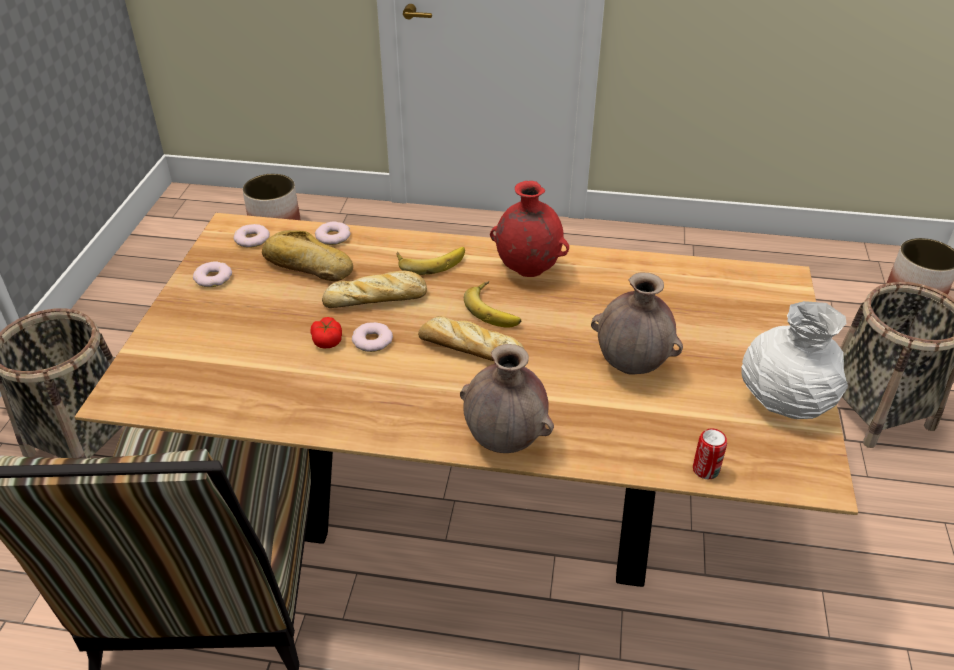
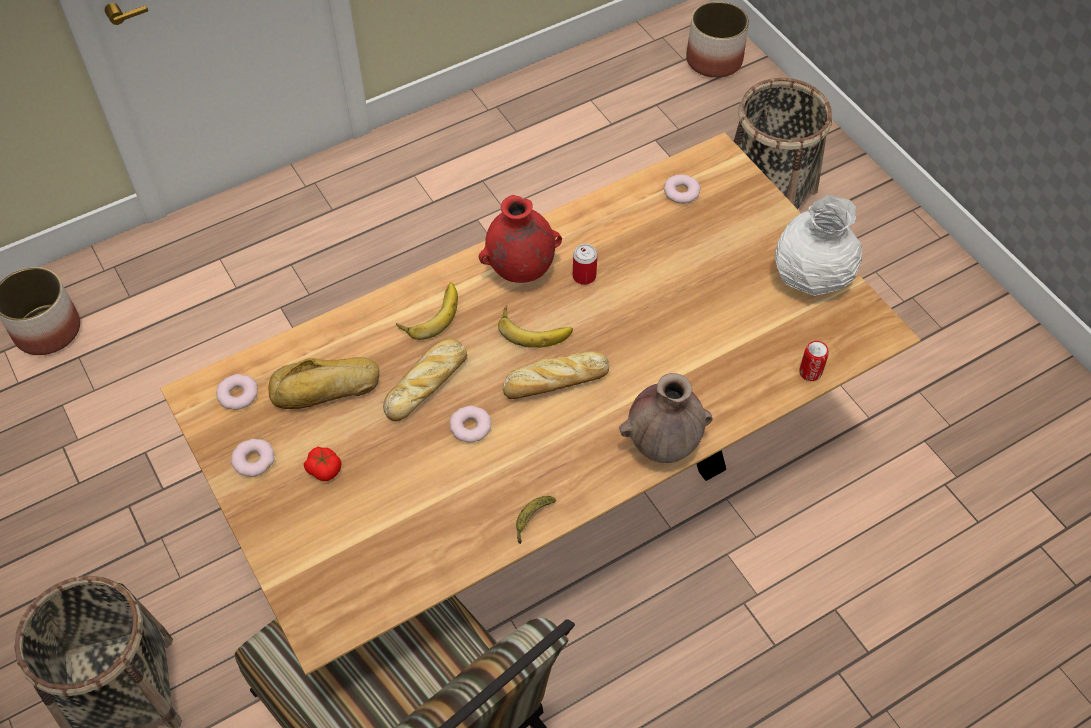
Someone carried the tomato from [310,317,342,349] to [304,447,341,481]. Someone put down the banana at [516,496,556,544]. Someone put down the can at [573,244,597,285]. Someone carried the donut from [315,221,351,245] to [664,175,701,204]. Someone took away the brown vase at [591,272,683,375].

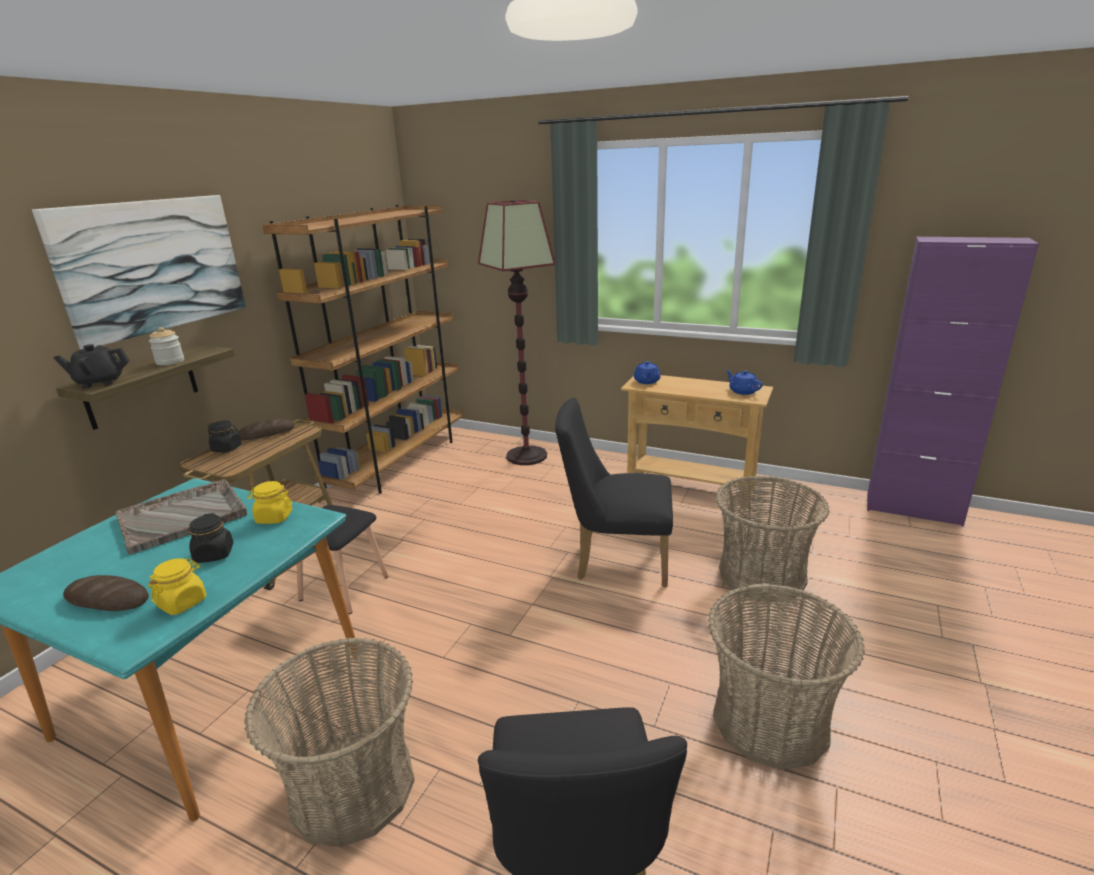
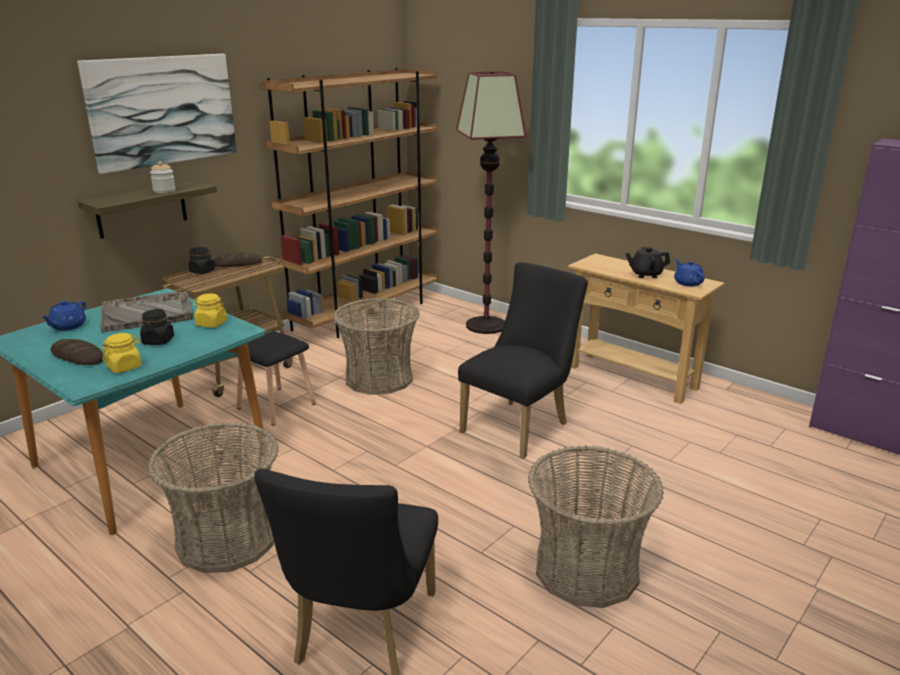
Someone carried the blue teapot from [634,361,661,384] to [41,301,86,331]. Someone carried the basket from [715,475,830,602] to [333,298,420,395]. Someone rotated the black chair at [555,398,673,587] by 105 degrees clockwise. Someone carried the black teapot from [53,344,130,388] to [625,247,670,278].

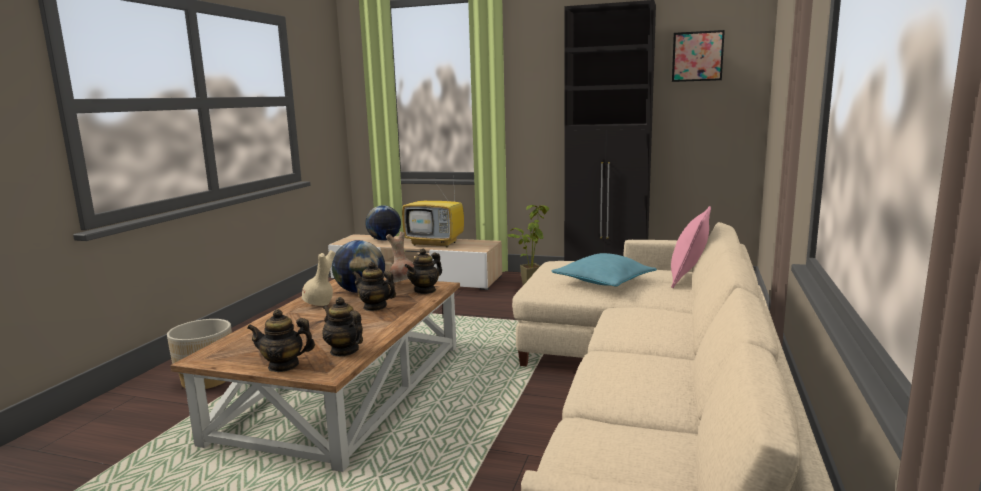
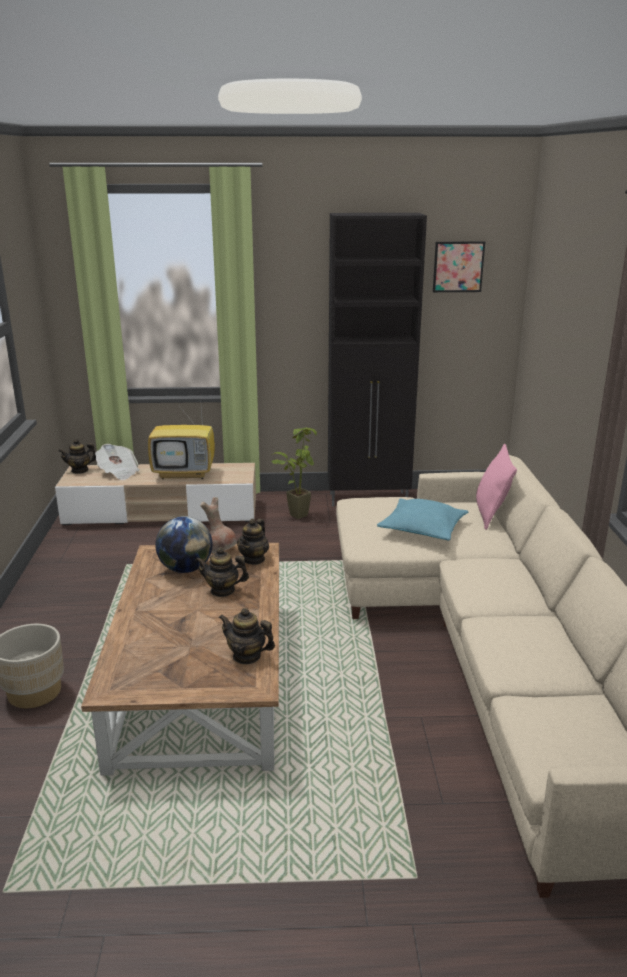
Someone carried the teapot from [247,309,315,372] to [58,439,96,474]. Someone swapped the globe at [365,205,401,241] for the newspaper at [95,444,140,480]. Someone took away the beige vase at [302,250,336,306].

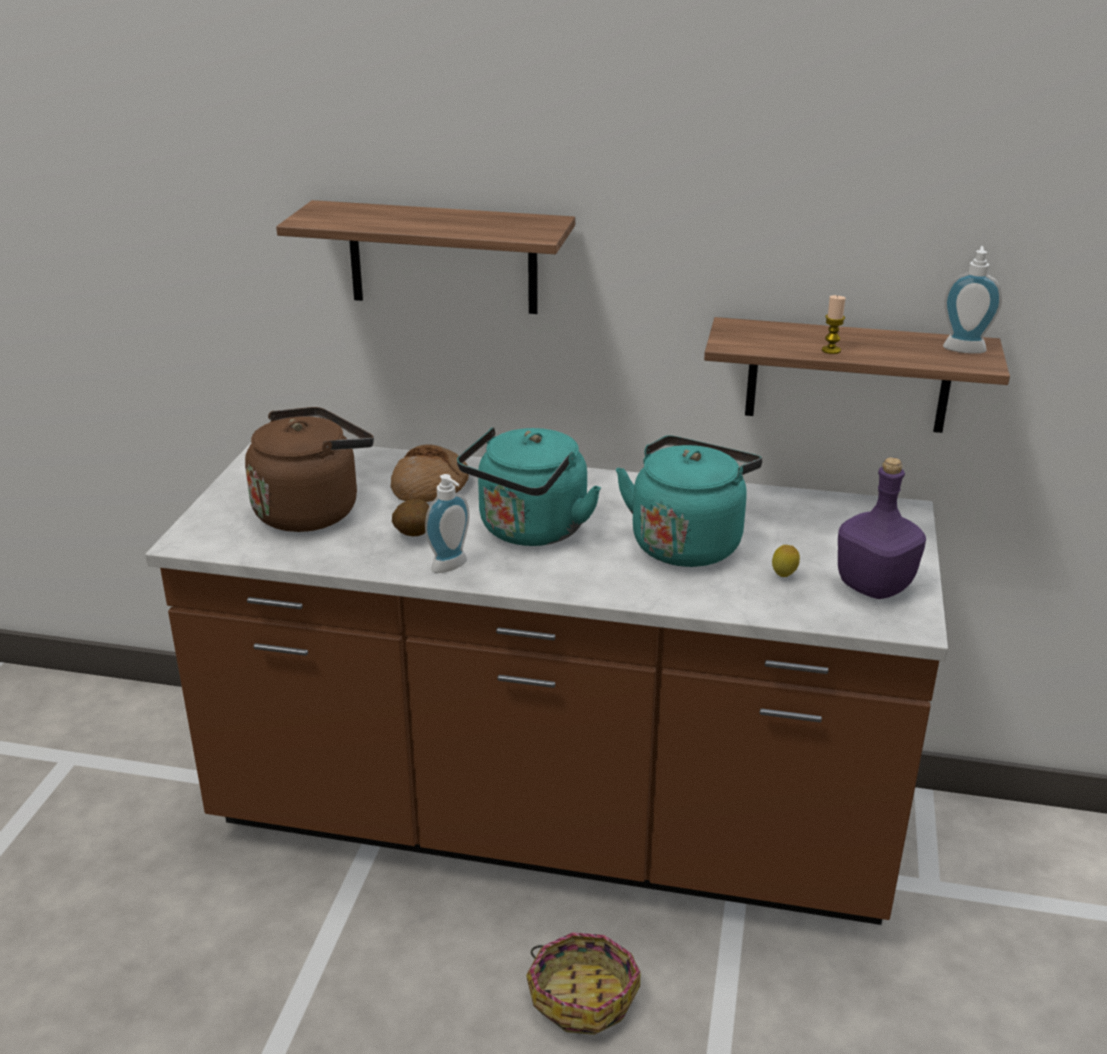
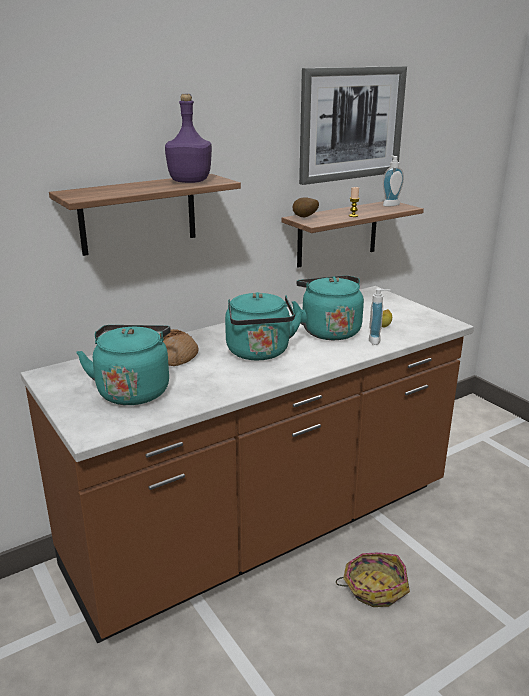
Someone repainted the brown kettle at [245,407,374,532], which became the turquoise kettle at [77,325,171,405]. Someone carried the purple bottle from [838,457,926,599] to [165,94,212,183]. Someone carried the potato from [392,499,429,536] to [292,197,319,217]. Someone put up the picture at [299,66,407,185]. Someone carried the soap dispenser from [425,474,470,573] to [369,288,390,345].

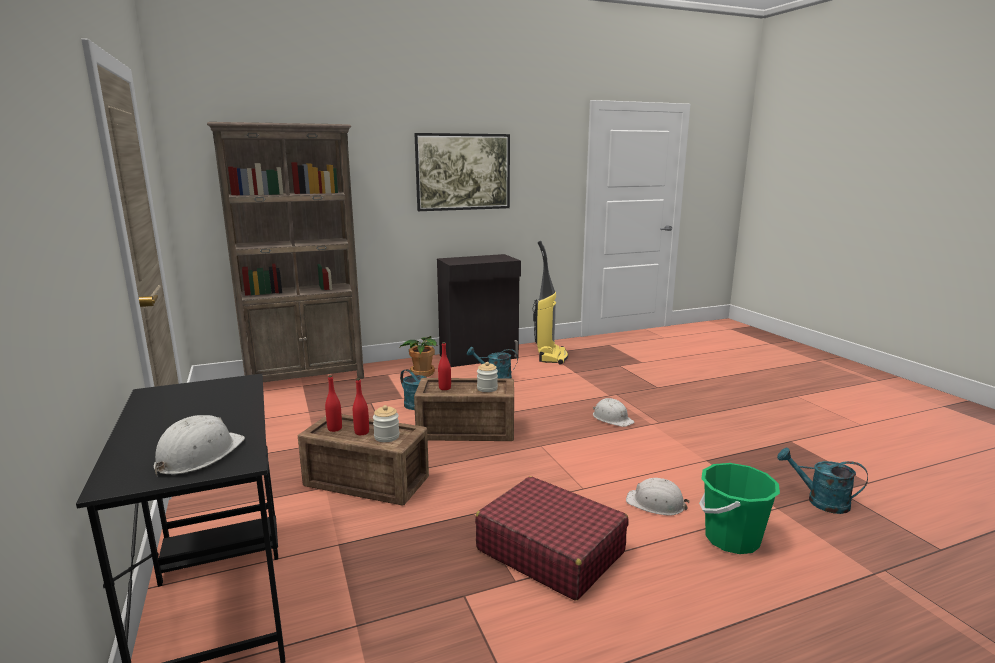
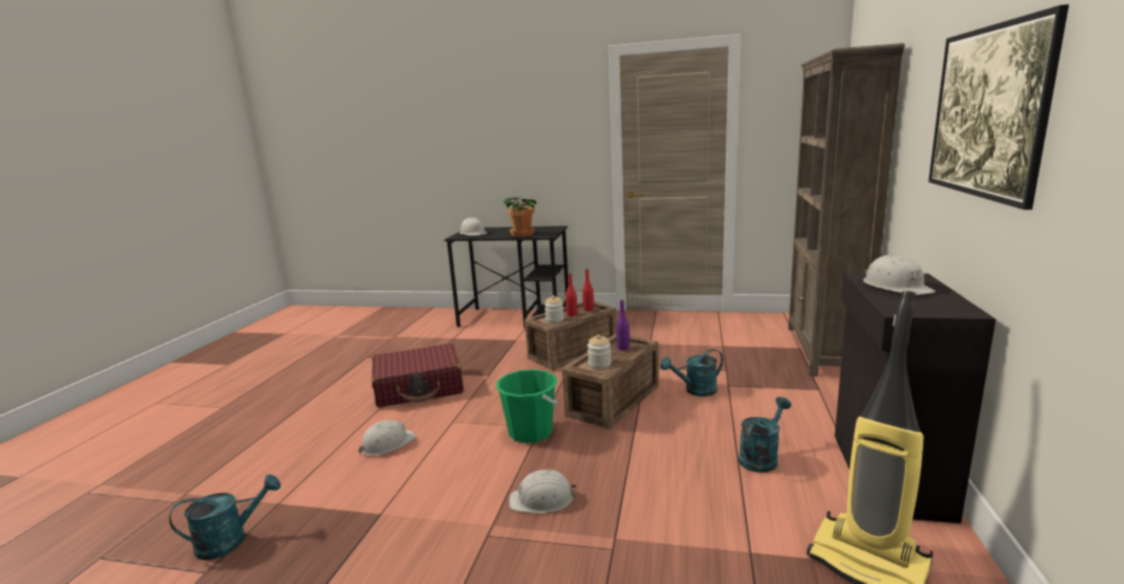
Someone carried the green bucket from [699,463,780,554] to [496,369,559,443]. Someone carried the potted plant from [400,336,437,377] to [503,196,536,237]. Someone repainted the red bottle at [438,342,451,390], which became the purple bottle at [616,300,630,350]. Someone put down the white hard hat at [863,254,936,295].

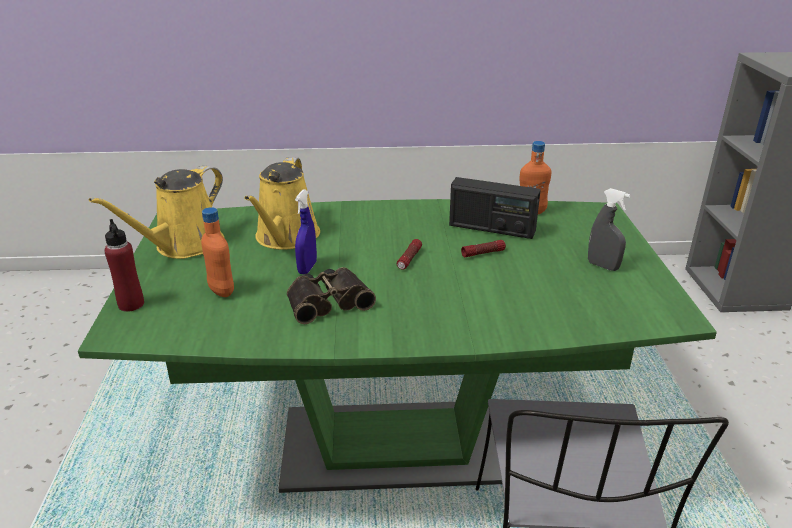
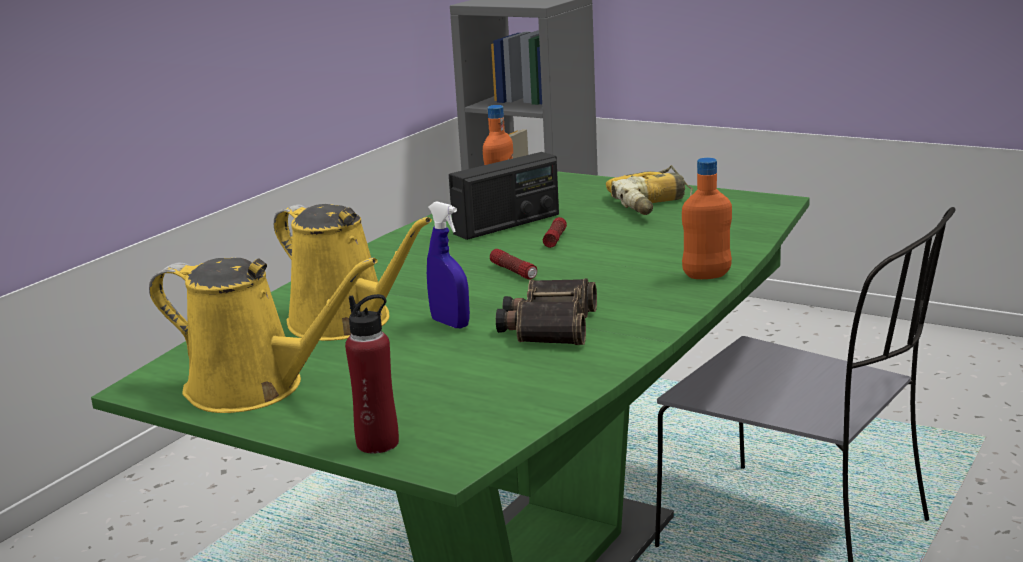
Someone rotated the yellow watering can at [89,166,224,259] by 45 degrees counterclockwise. Someone swapped the grey spray bottle at [588,188,631,271] for the power drill at [606,165,693,215]. Someone carried the orange bottle from [201,207,234,297] to [682,158,732,279].

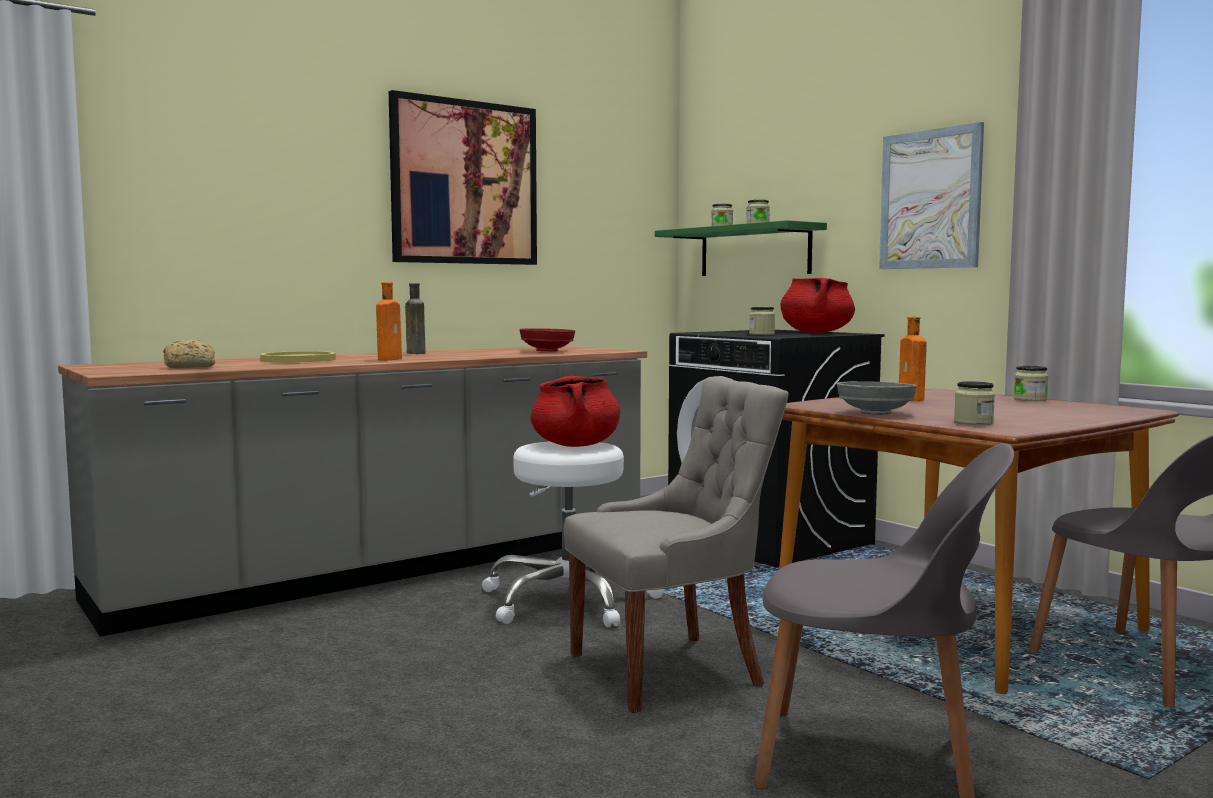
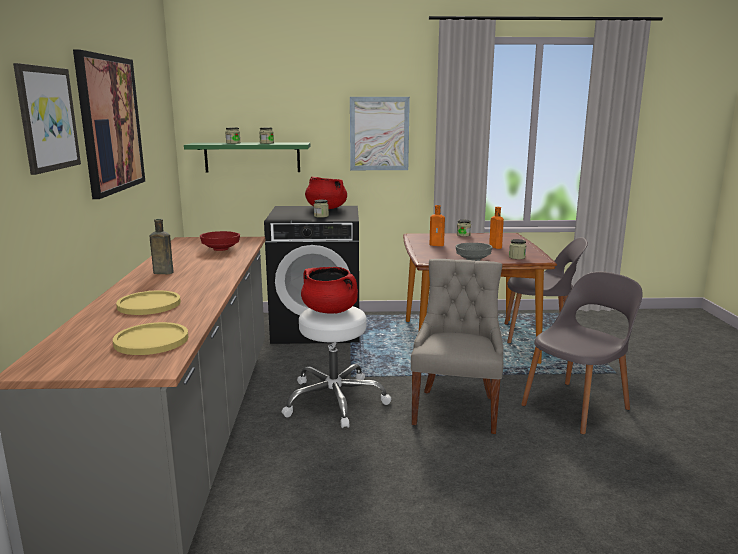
Someone put up the picture at [13,63,81,175]. Someone swapped the bread at [163,339,215,369] for the yellow plate at [113,322,188,355]. Someone carried the orange bottle from [376,282,402,360] to [489,207,504,249].

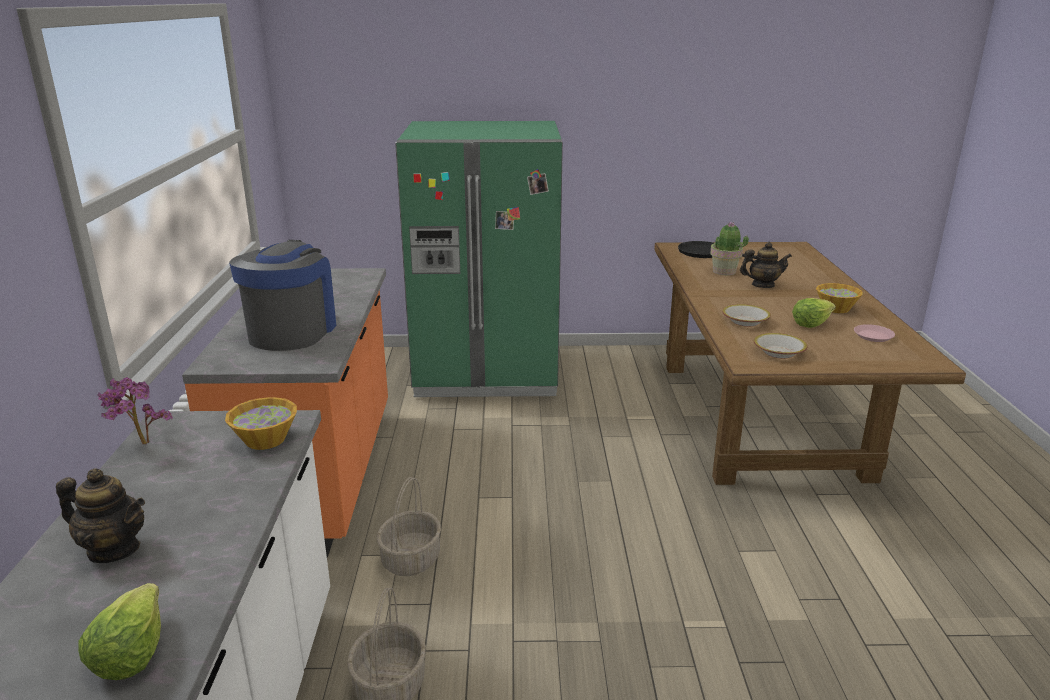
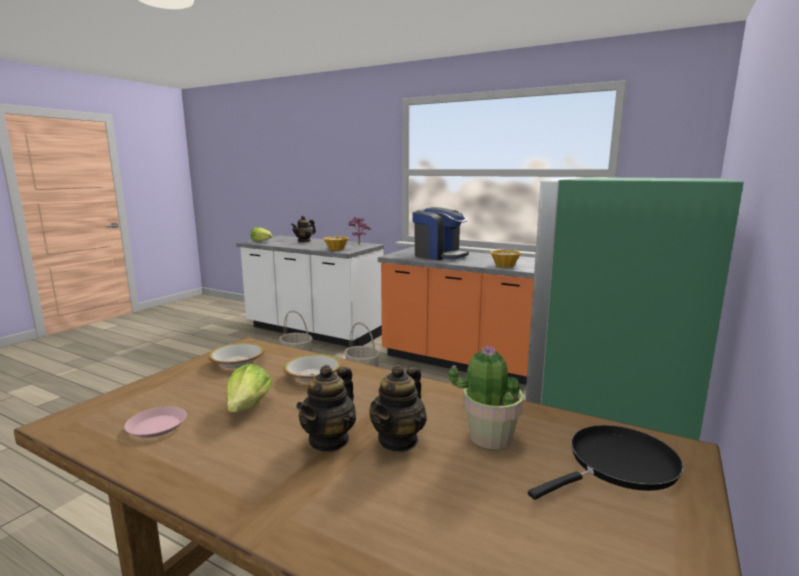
Someone put down the teapot at [296,365,356,452]. Someone carried the bowl from [816,283,863,313] to [490,250,521,268].

